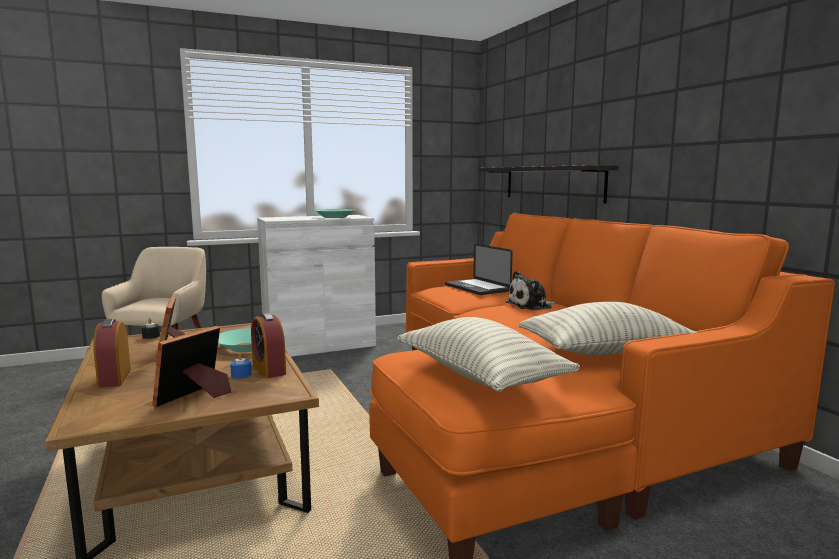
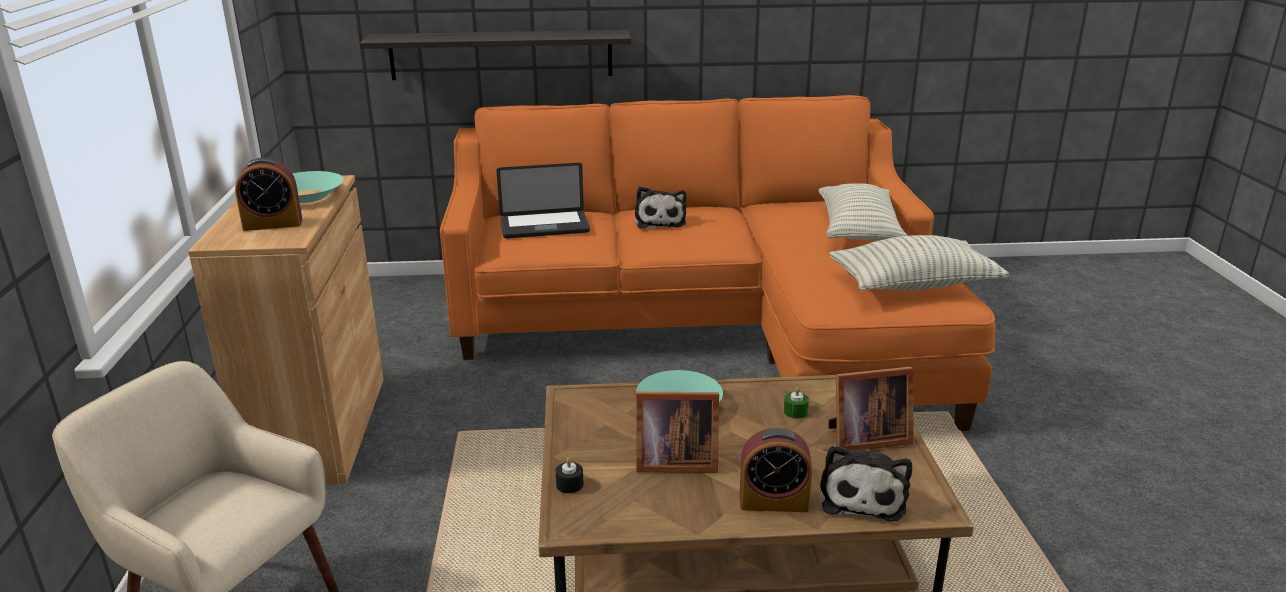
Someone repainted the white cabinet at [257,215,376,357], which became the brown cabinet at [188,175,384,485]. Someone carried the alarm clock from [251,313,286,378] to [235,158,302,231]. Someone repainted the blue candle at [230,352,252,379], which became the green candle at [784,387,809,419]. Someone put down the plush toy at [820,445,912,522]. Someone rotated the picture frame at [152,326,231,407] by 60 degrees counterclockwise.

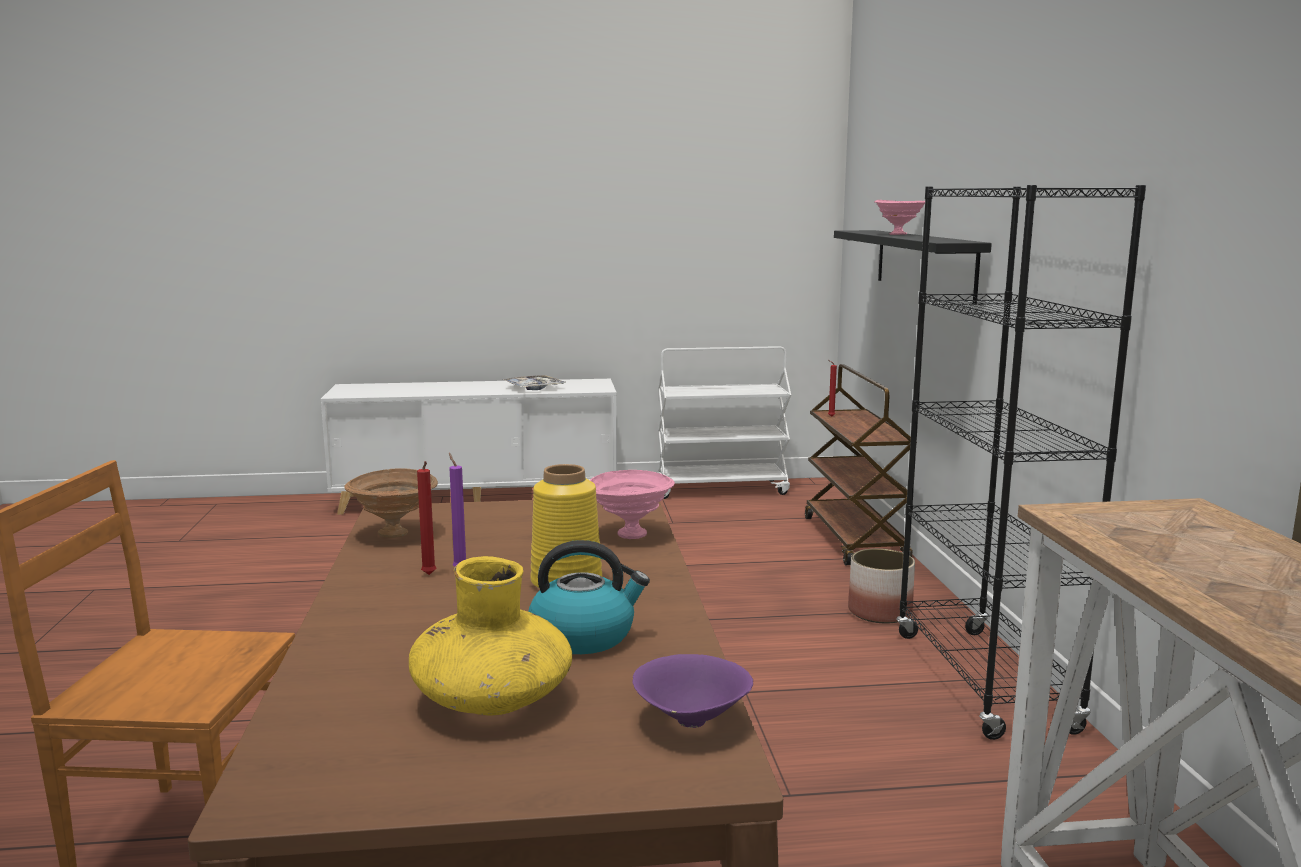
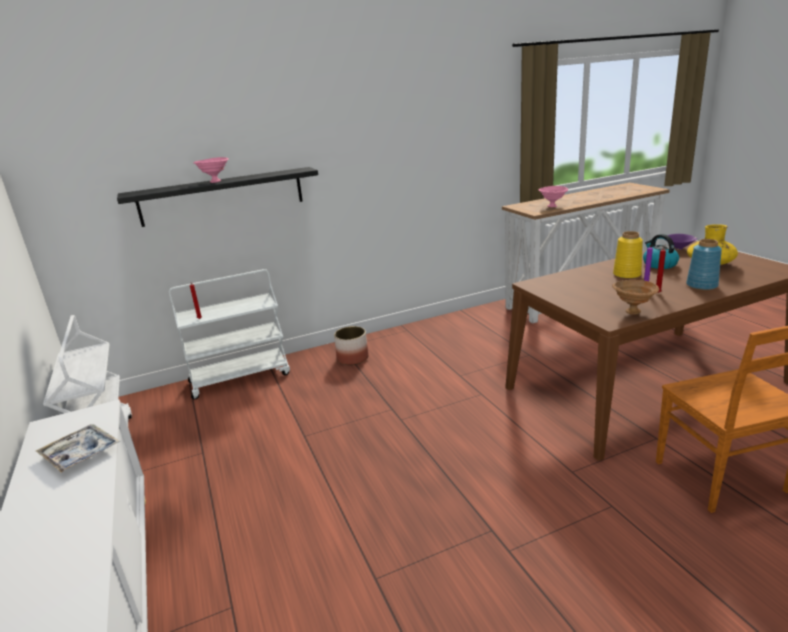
Someone repainted the brown cart at [805,364,914,565], which became the white cart at [169,269,290,399]. Someone carried the pink bowl from [590,470,675,539] to [539,186,568,207]. Someone put down the blue vase at [686,239,722,290]. Someone took away the black bookcase at [896,185,1146,740].

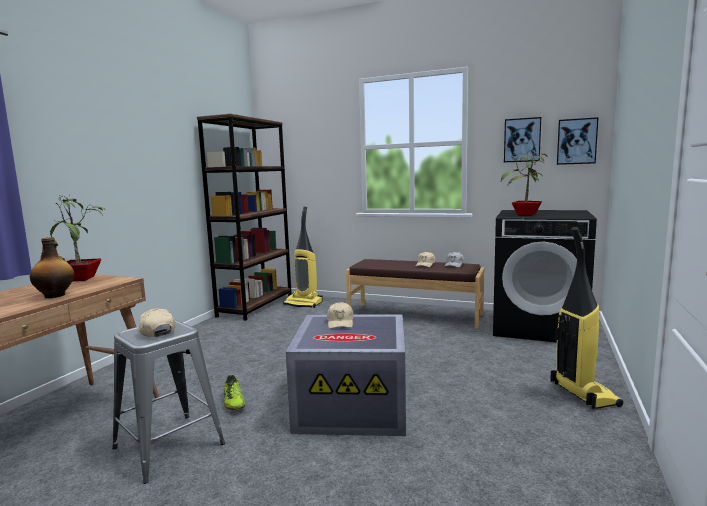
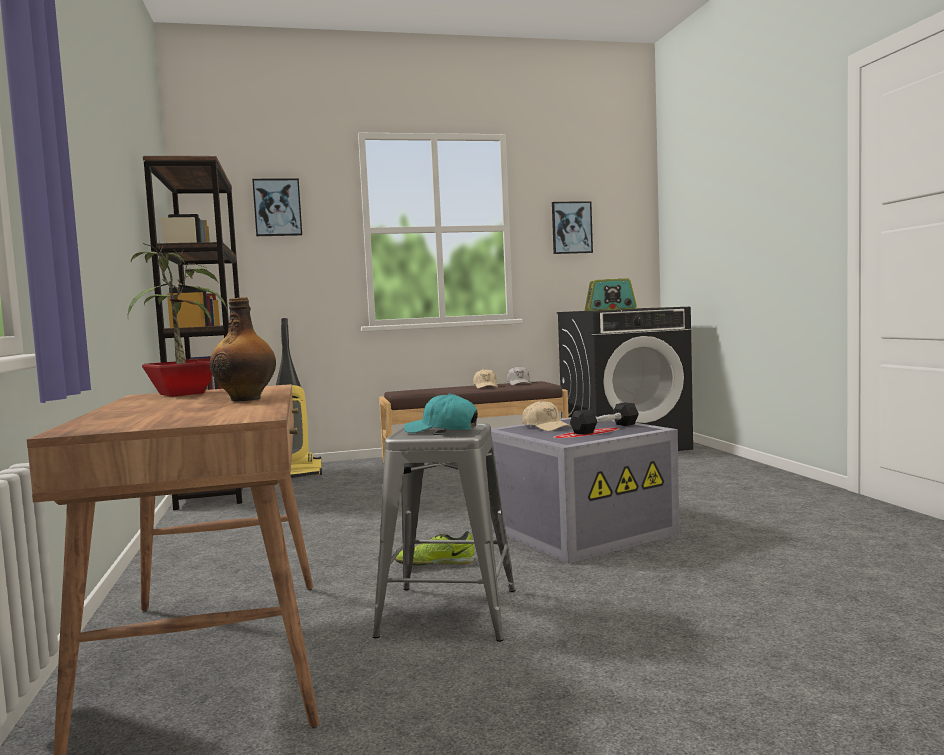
Someone carried the picture from [557,117,599,165] to [252,179,302,236]. Someone rotated the shoe at [224,375,245,410] by 135 degrees clockwise. Someone repainted the beige cap at [137,309,175,337], which became the turquoise cap at [404,393,478,433]. Someone put down the black dumbbell at [570,403,639,435]. Someone swapped the potted plant at [500,152,547,216] for the radio at [585,278,637,311]. Someone took away the vacuum cleaner at [550,227,623,409].

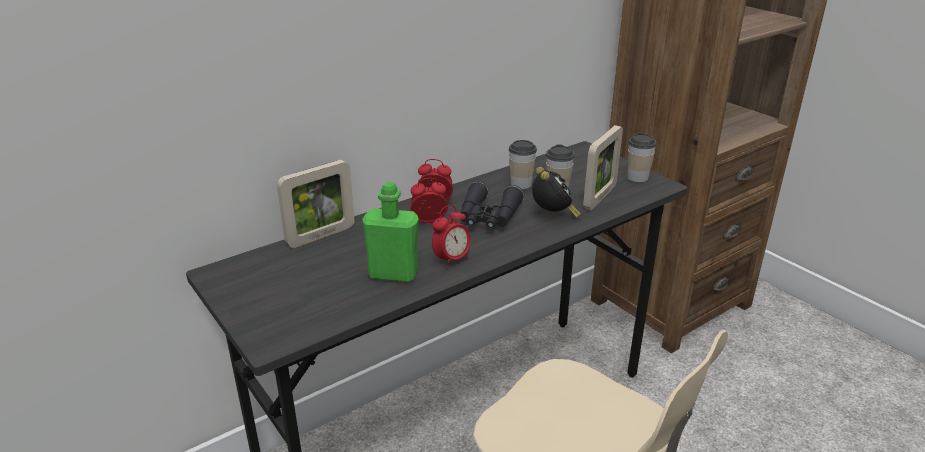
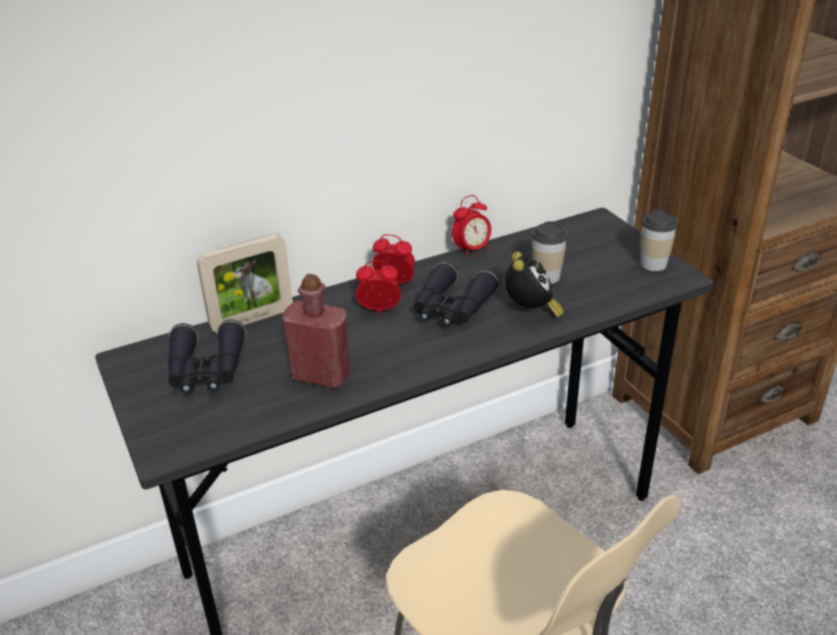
Someone put down the black binoculars at [168,319,246,394]. Someone repainted the green bottle at [362,182,419,282], which became the red bottle at [282,274,350,388]. Someone carried the alarm clock from [432,205,471,268] to [452,195,491,257]. Someone took away the cup at [509,140,537,189]. Someone took away the picture frame at [583,125,623,210].

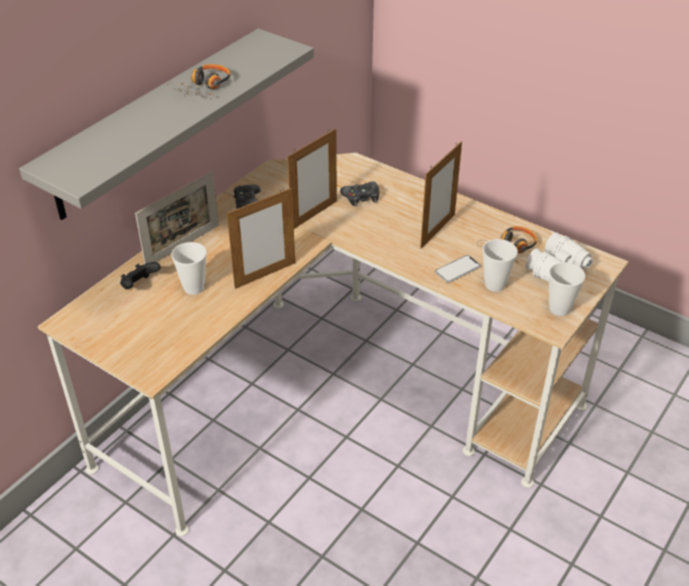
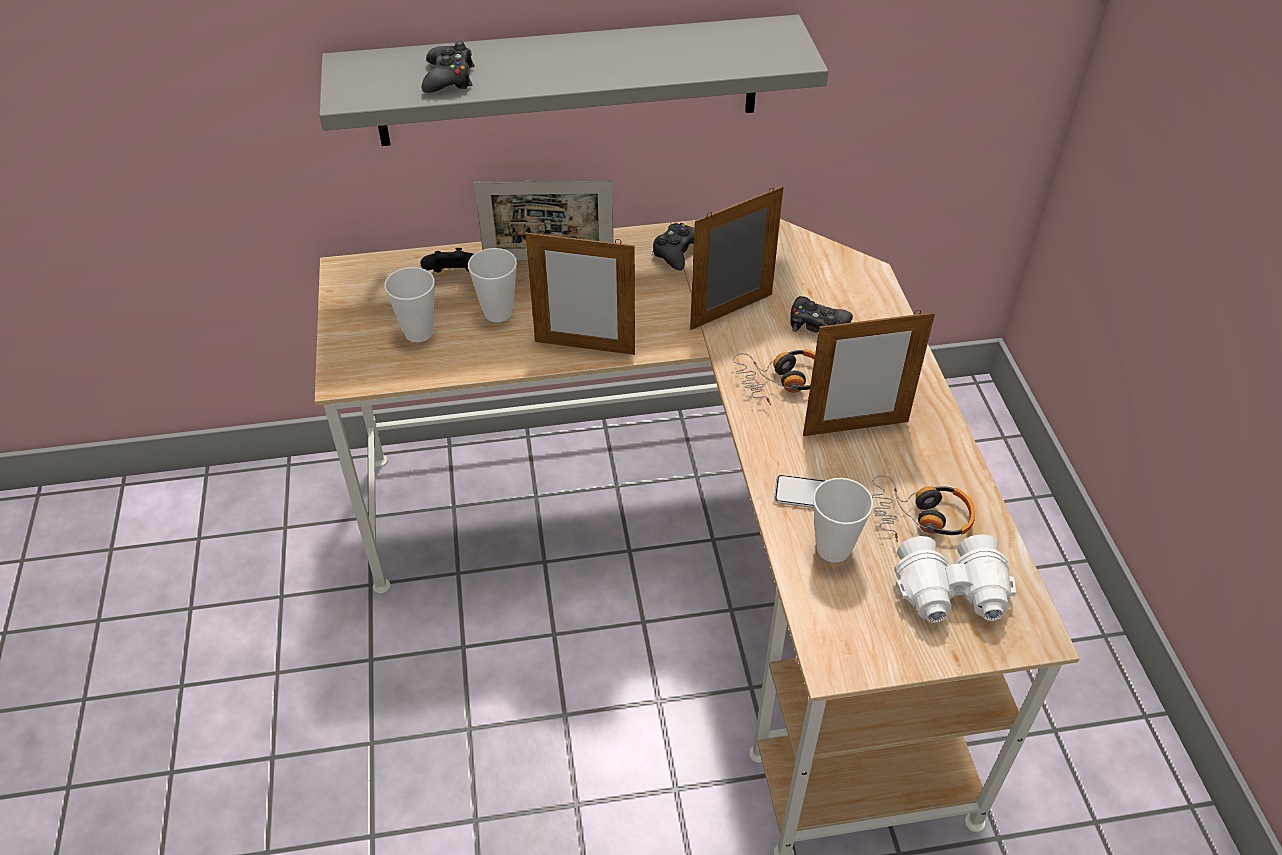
Someone carried the cup from [549,262,585,316] to [384,267,435,342]. Someone put down the black game controller at [422,41,475,93]. Someone rotated the picture frame at [287,128,337,229] by 150 degrees clockwise. Someone carried the headphones from [166,64,230,97] to [733,349,815,405].

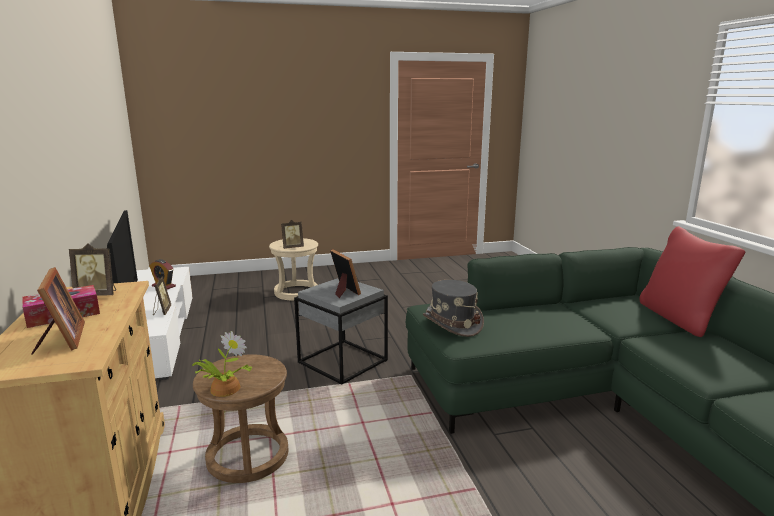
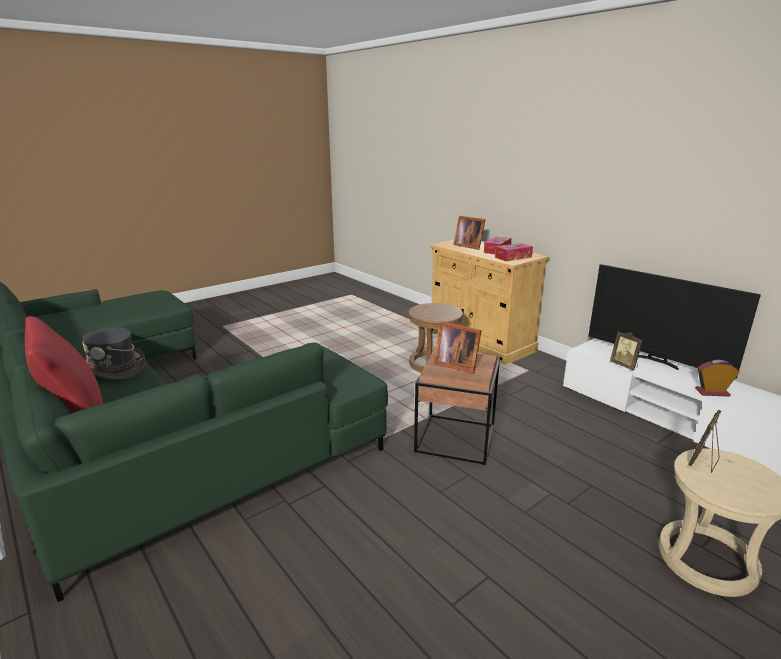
Someone carried the grey hat from [423,280,484,337] to [82,327,145,380]. Someone repainted the grey side table at [294,278,388,384], which became the brown side table at [414,348,500,465]. Someone swapped the picture frame at [69,243,116,295] for the tissue box at [495,243,533,261]. Someone took away the potted plant at [192,331,252,397].

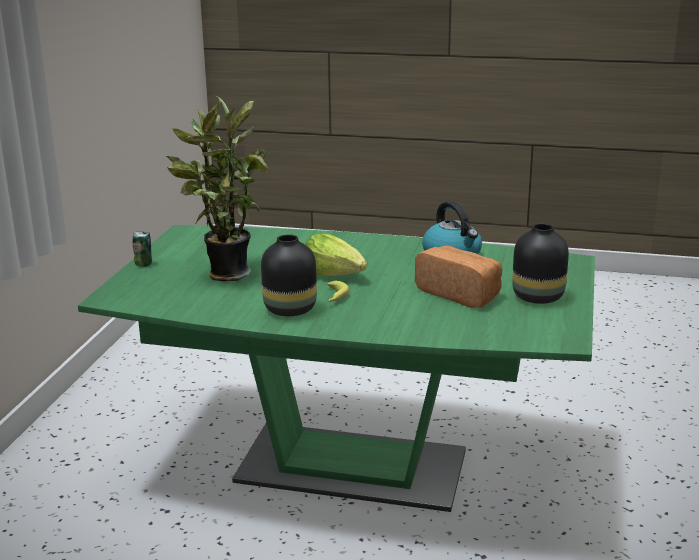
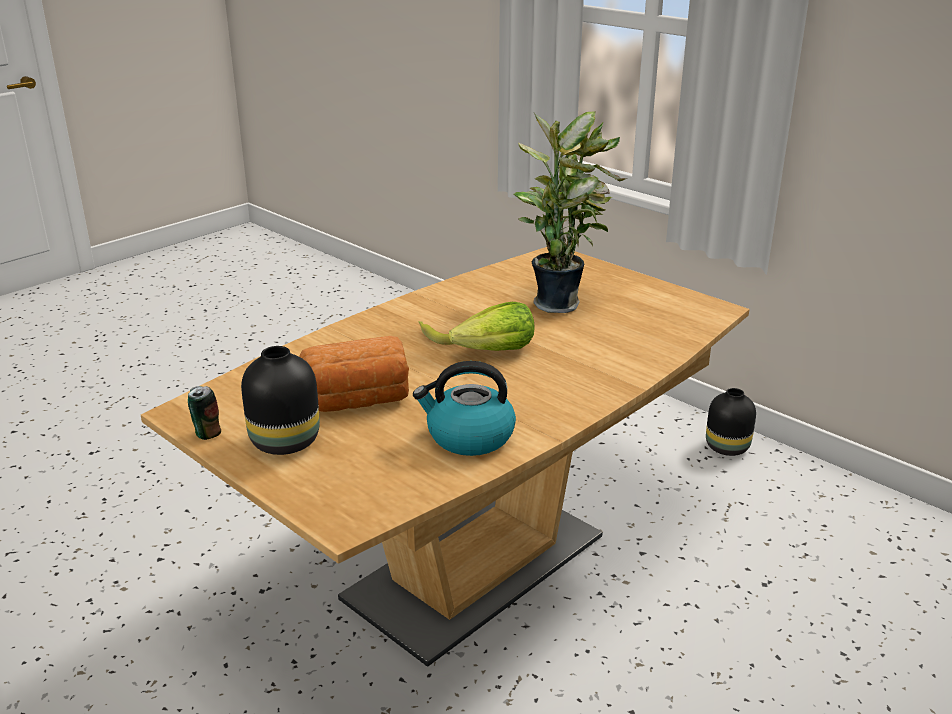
Someone repainted the green dining table at [78,225,595,512], which became the brown dining table at [141,247,749,667]. Someone carried the can from [133,231,152,267] to [188,386,221,440]. Someone carried the black vase from [261,234,317,316] to [706,388,756,456].

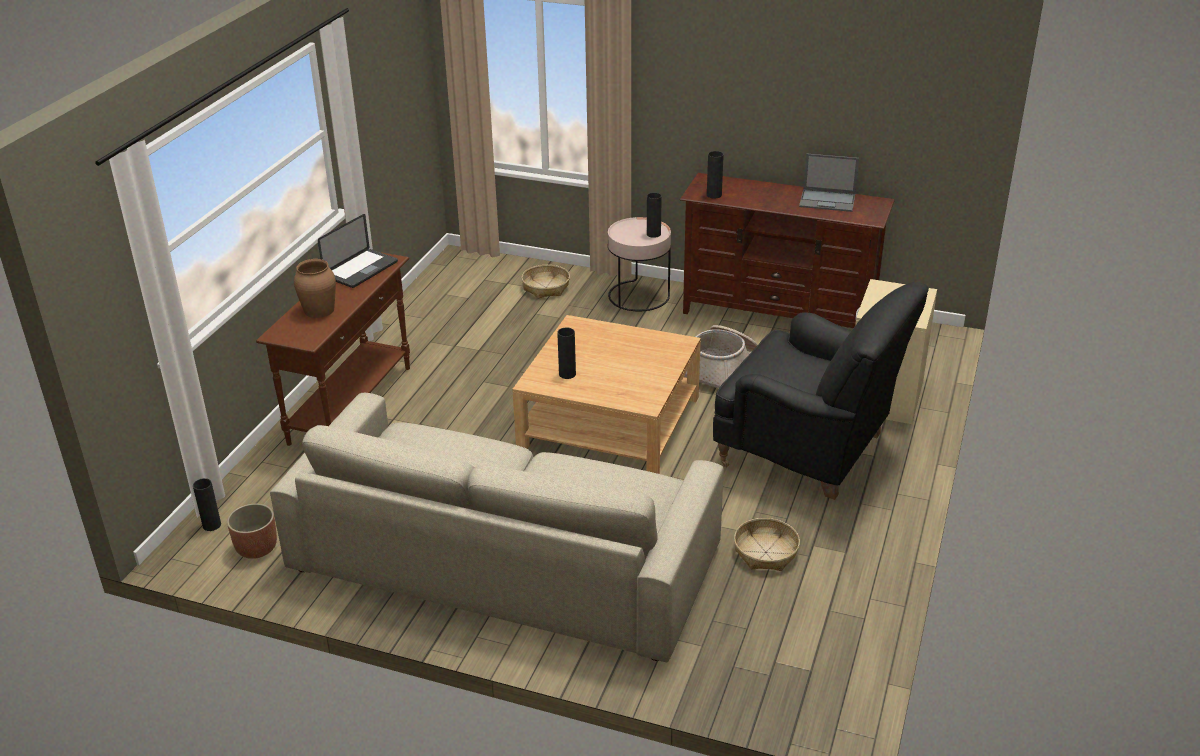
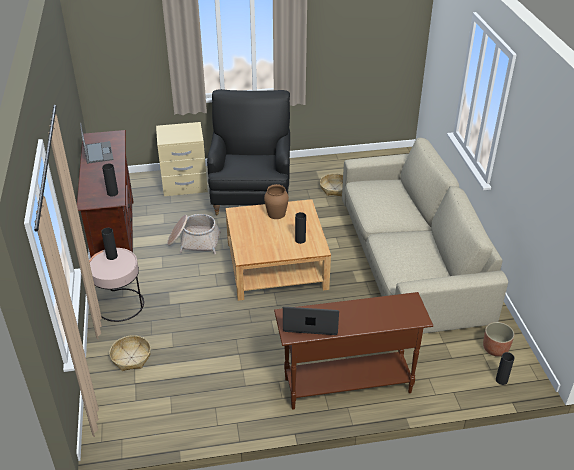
Someone carried the brown vase from [294,259,336,318] to [264,184,289,219].

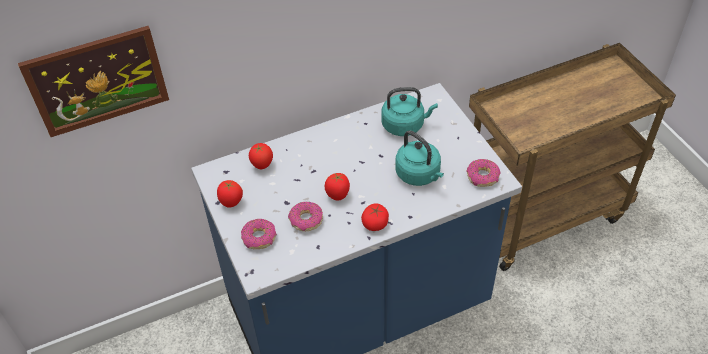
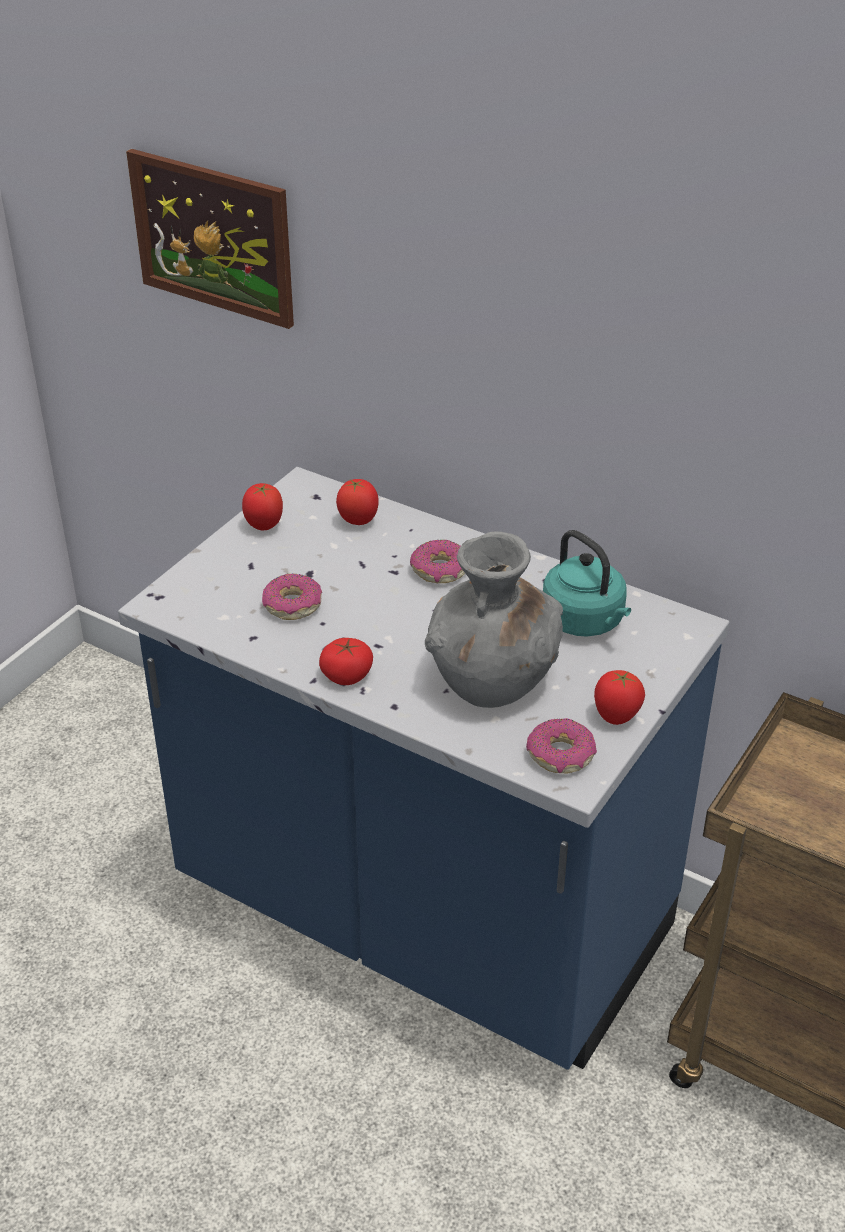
Someone carried the donut from [241,219,277,249] to [410,540,465,583]. Someone swapped the turquoise kettle at [395,131,444,186] for the grey vase at [425,531,563,708]. Someone carried the tomato from [325,173,350,200] to [594,670,645,725].

